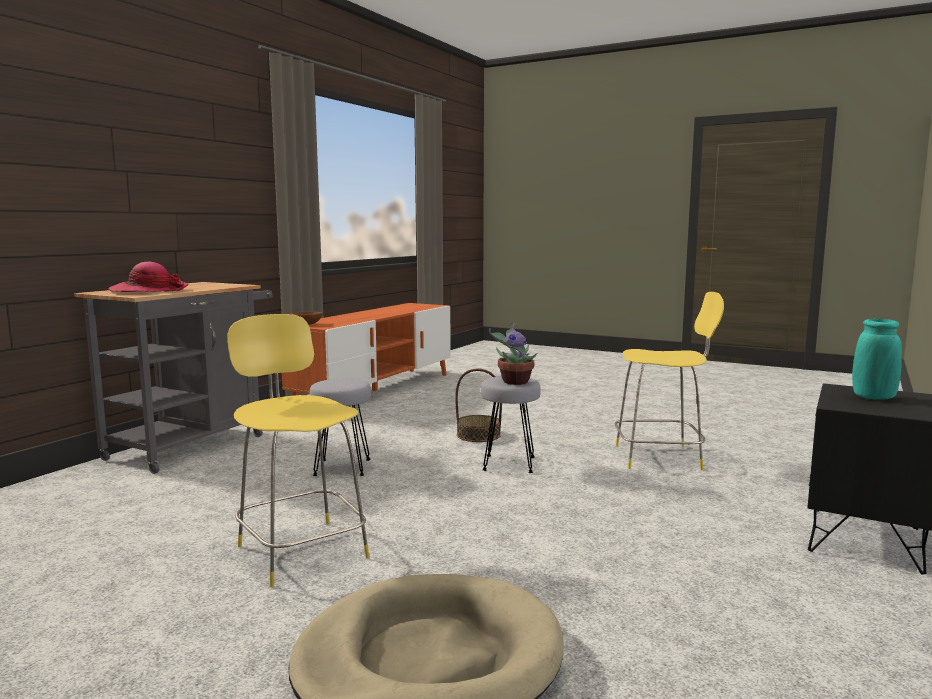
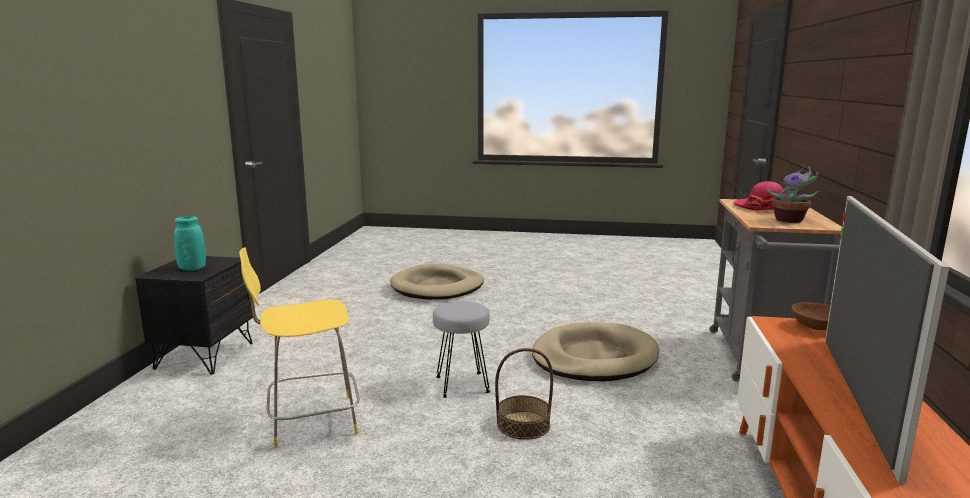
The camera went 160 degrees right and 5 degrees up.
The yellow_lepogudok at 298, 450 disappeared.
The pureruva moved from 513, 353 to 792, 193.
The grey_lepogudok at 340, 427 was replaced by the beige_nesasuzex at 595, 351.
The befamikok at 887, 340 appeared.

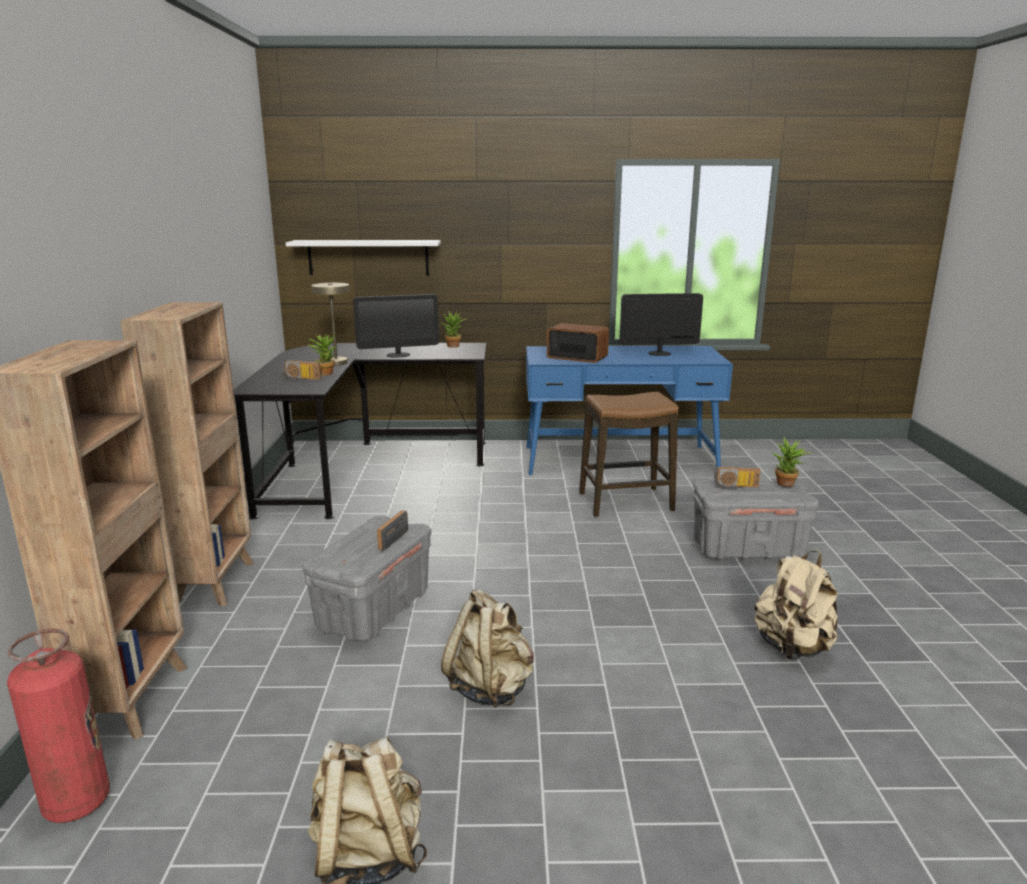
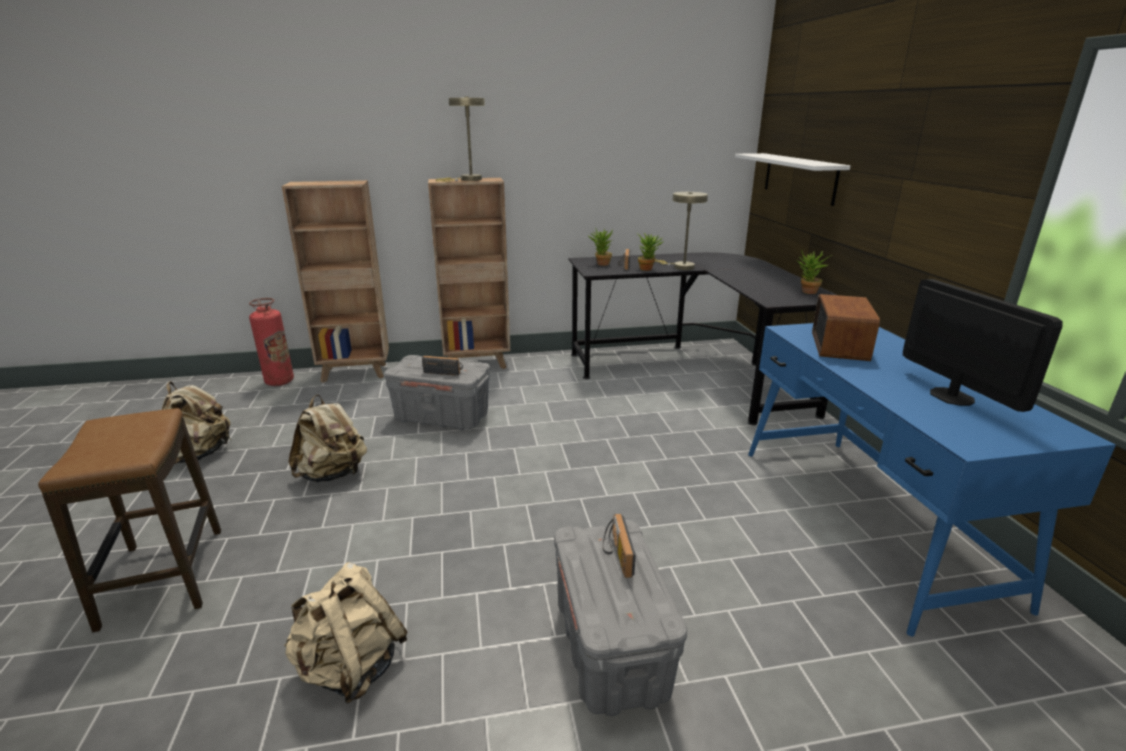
The camera went 80 degrees right and 5 degrees up.
The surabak at 396, 326 disappeared.
The lepogudok moved from 629, 454 to 129, 520.
The pureruva moved from 792, 462 to 600, 247.
The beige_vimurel at 460, 139 appeared.

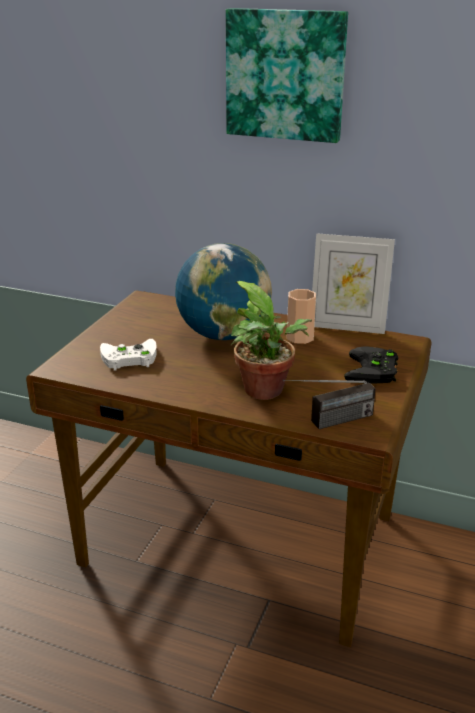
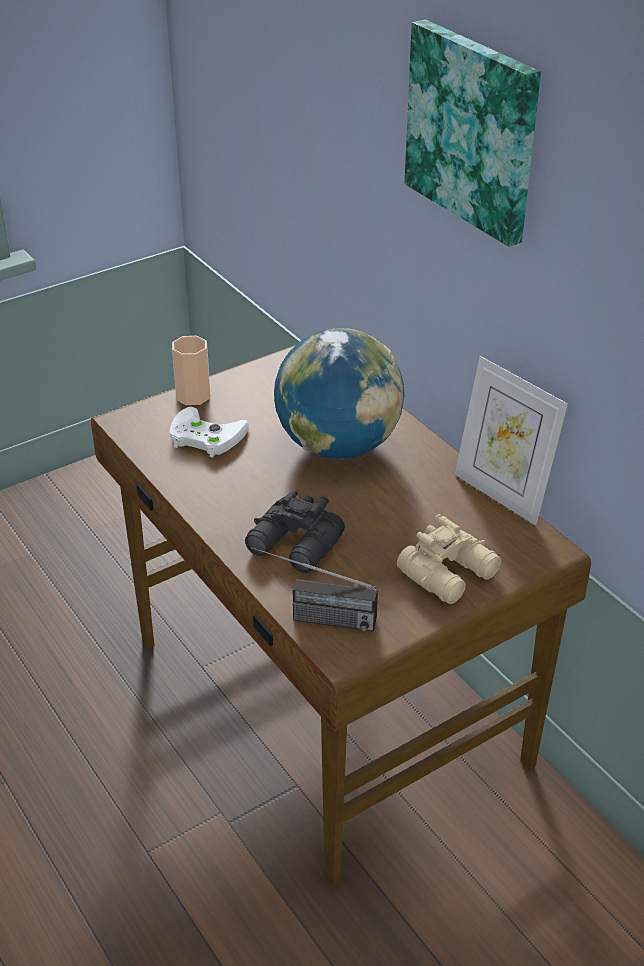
The camera went 35 degrees right and 10 degrees up.
The pureruva at 271, 340 was replaced by the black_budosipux at 295, 531.
The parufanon moved from 301, 316 to 191, 370.
The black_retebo at 371, 364 was replaced by the beige_budosipux at 449, 559.

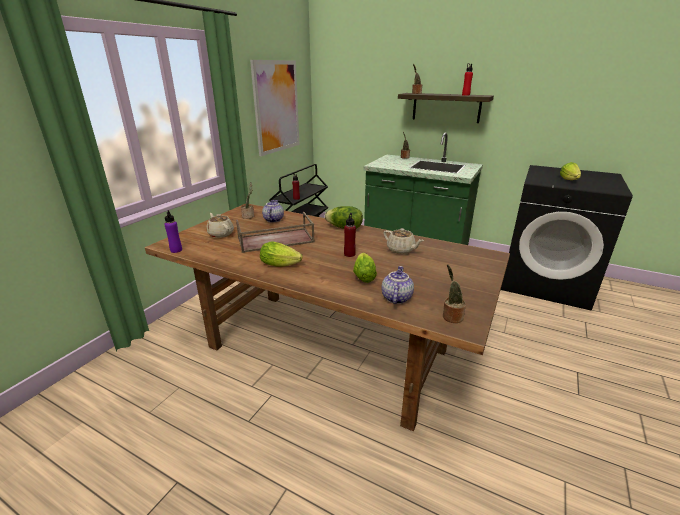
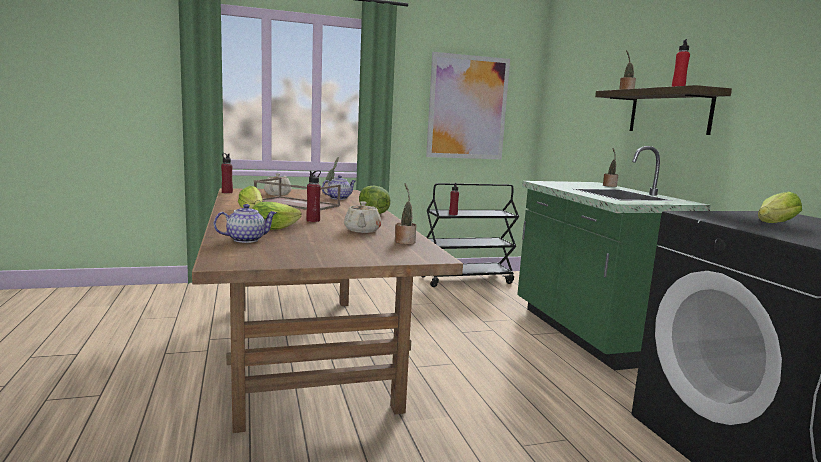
The camera went 45 degrees right and 15 degrees down.
The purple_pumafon at 173, 231 became the red_pumafon at 227, 173.
The pureruva moved from 454, 293 to 405, 213.

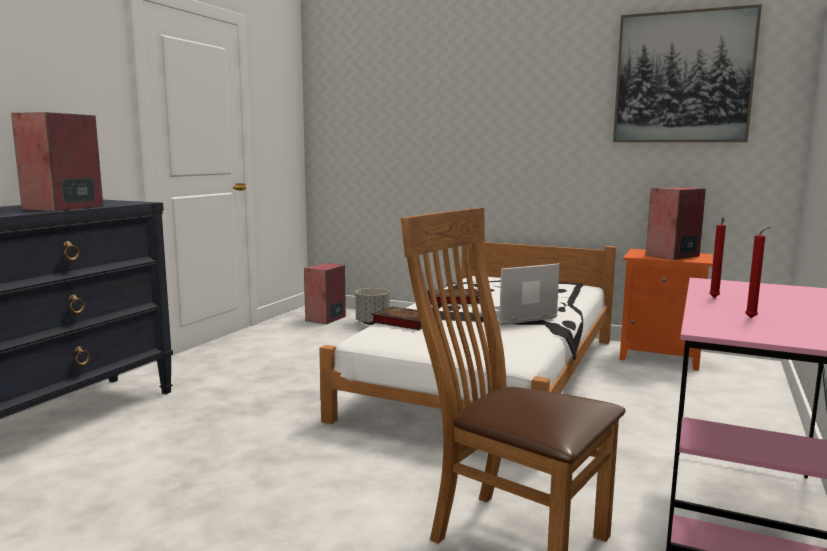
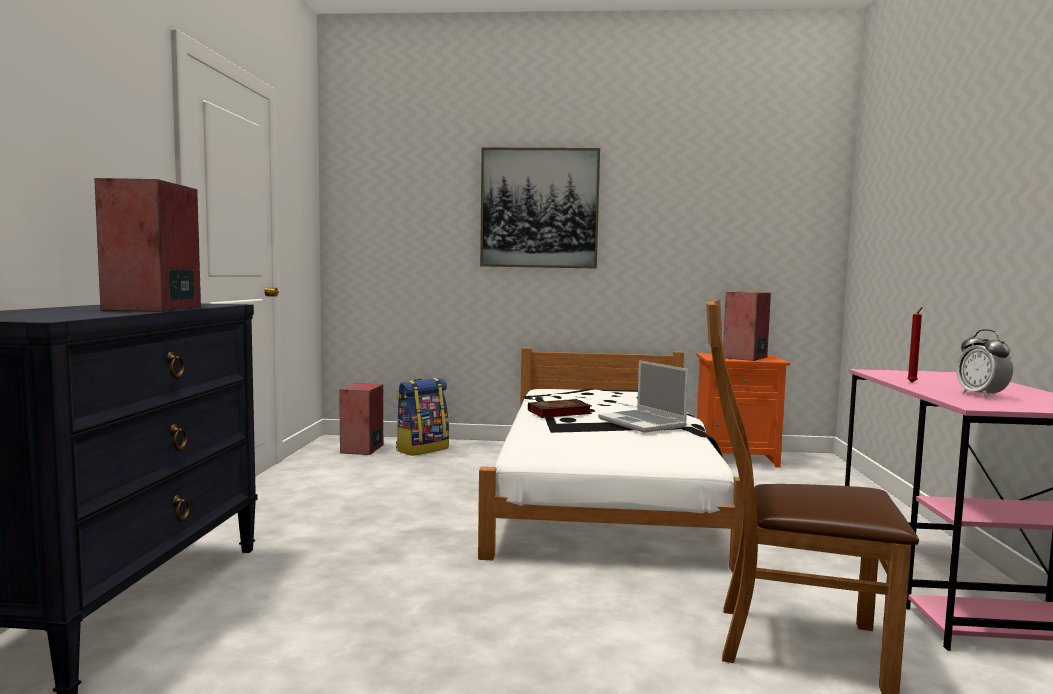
The camera went 20 degrees left and 5 degrees down.
The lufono moved from 687, 73 to 540, 208.
The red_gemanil at 758, 272 was replaced by the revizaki at 984, 363.
The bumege at 516, 294 turned 75 degrees counterclockwise.
The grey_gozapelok at 372, 306 was replaced by the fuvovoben at 422, 417.
The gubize at 403, 318 disappeared.

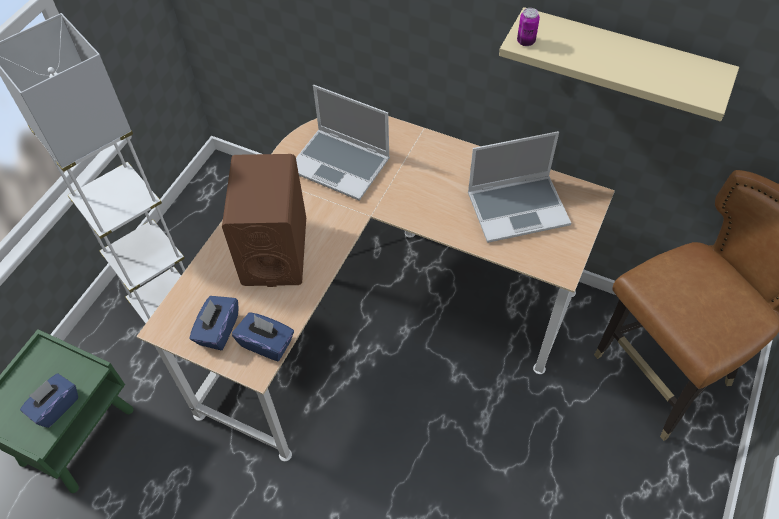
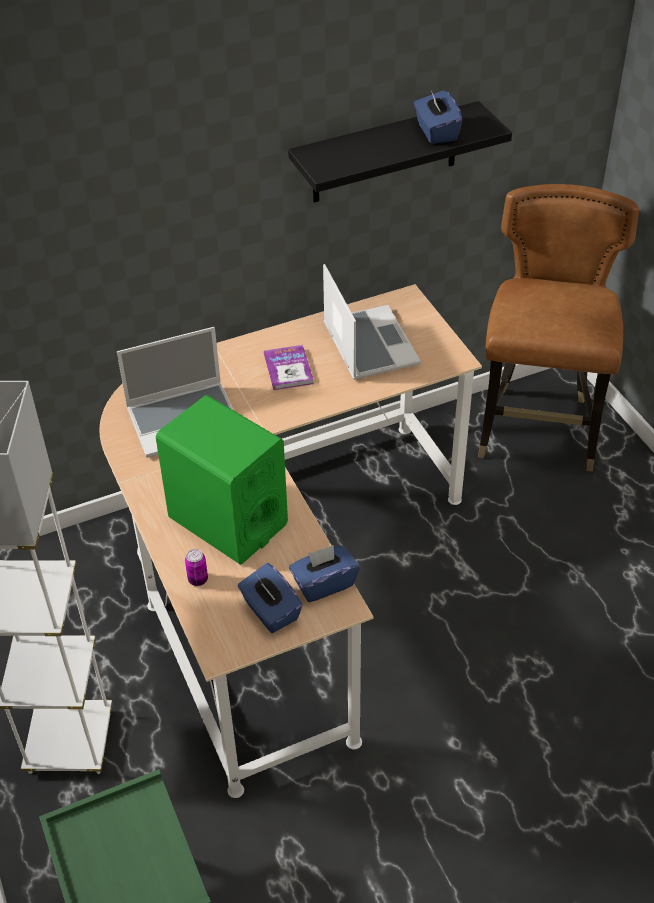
The camera went 50 degrees left and 10 degrees down.
The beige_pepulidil at 619, 64 became the black_pepulidil at 400, 152.
The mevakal moved from 528, 27 to 196, 567.
The bumege at 519, 187 turned 45 degrees counterclockwise.
The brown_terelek at 264, 220 became the green_terelek at 222, 479.
The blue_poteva moved from 49, 400 to 438, 117.
The gubize at 289, 367 appeared.

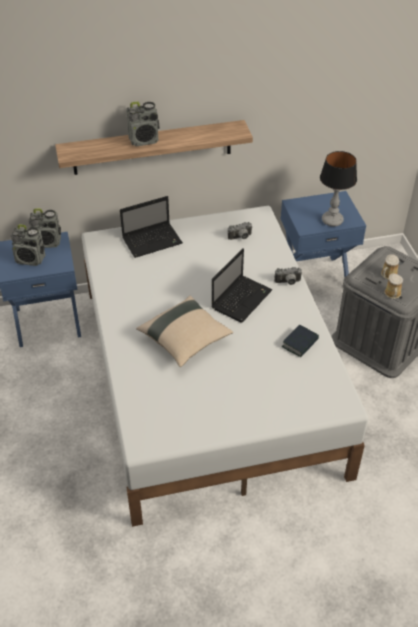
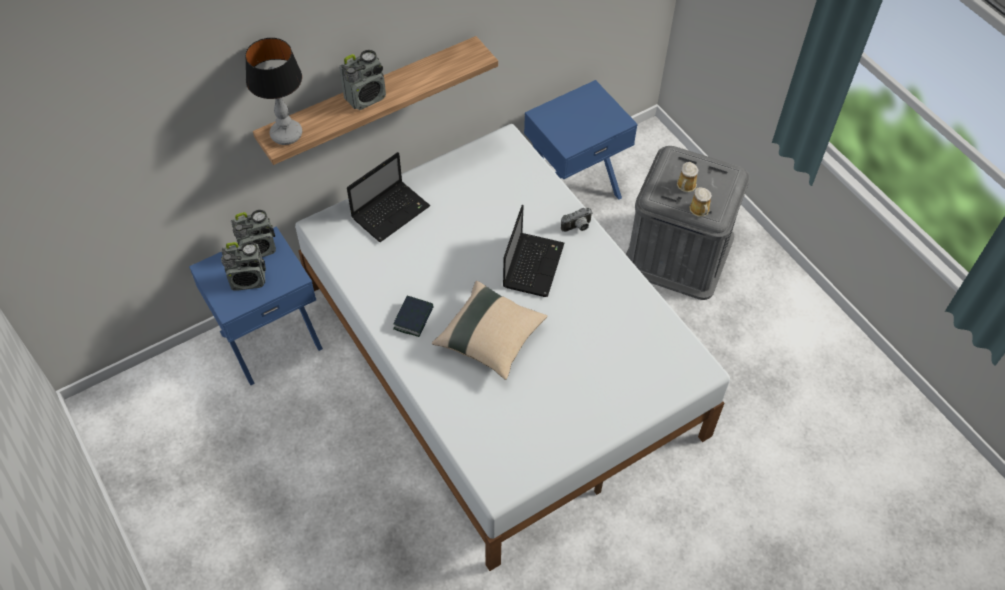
The camera went 20 degrees left and 10 degrees up.
The vimurel moved from 338, 189 to 273, 91.
The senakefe at 240, 231 disappeared.
The gubize moved from 300, 341 to 413, 316.

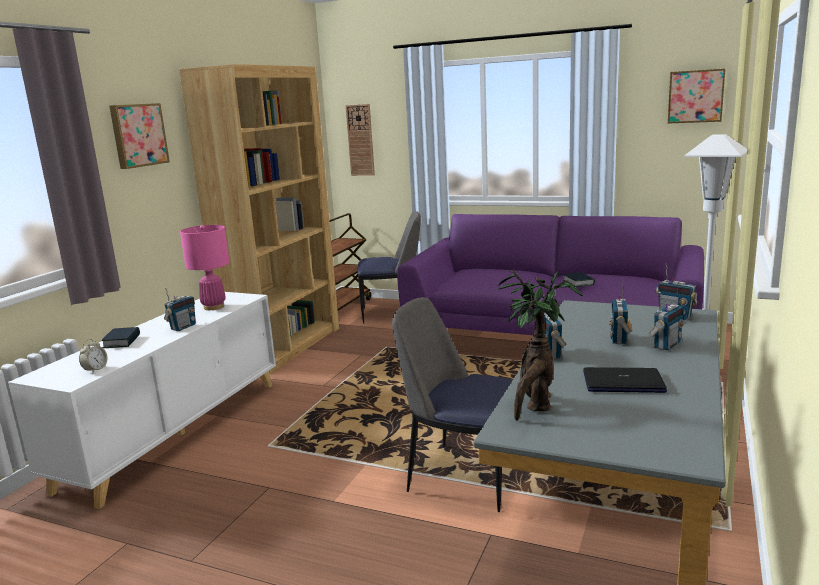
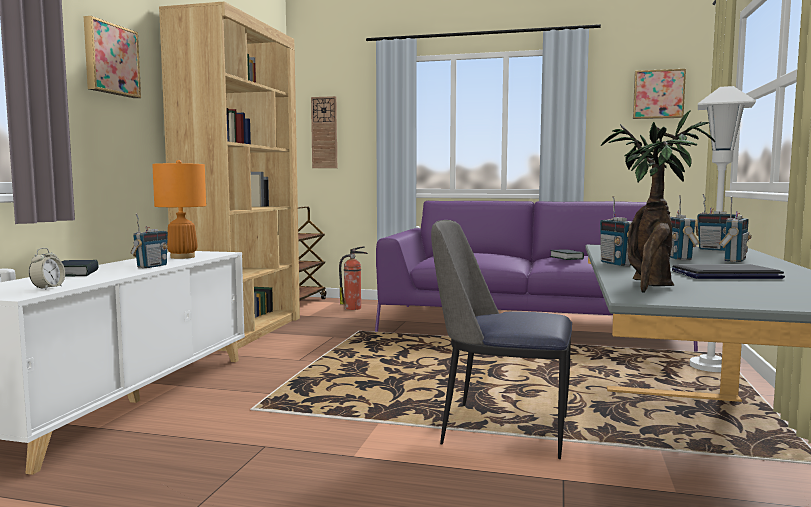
The camera went 10 degrees left and 10 degrees down.
The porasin at 389, 267 was replaced by the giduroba at 353, 278.
The pink_vimurel at 205, 267 became the orange_vimurel at 179, 209.

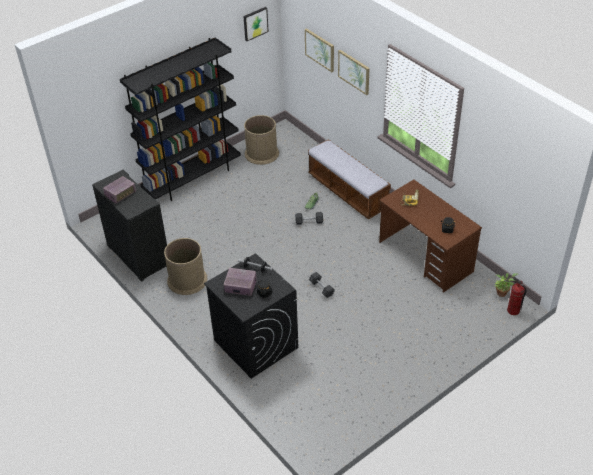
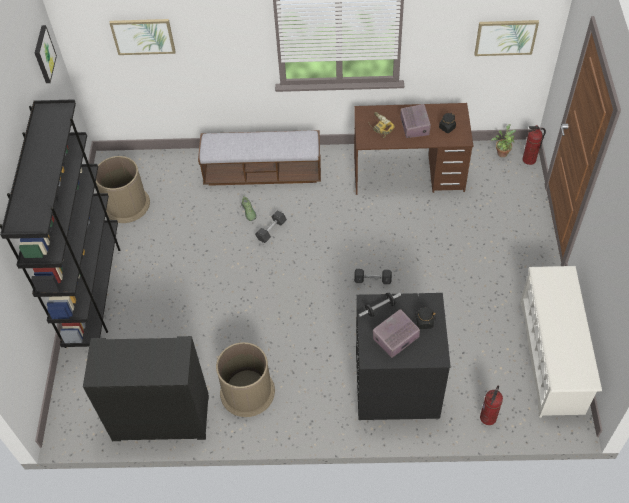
The camera went 50 degrees left and 10 degrees up.
The lufono moved from 354, 72 to 507, 38.
The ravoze moved from 119, 190 to 415, 121.
The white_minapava at 561, 342 appeared.
The giduroba at 491, 405 appeared.

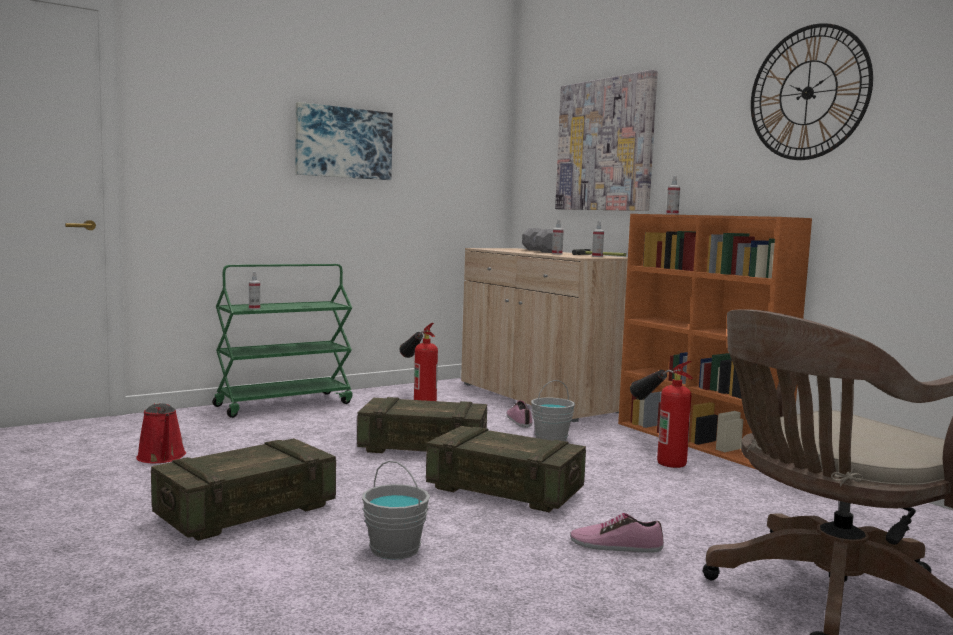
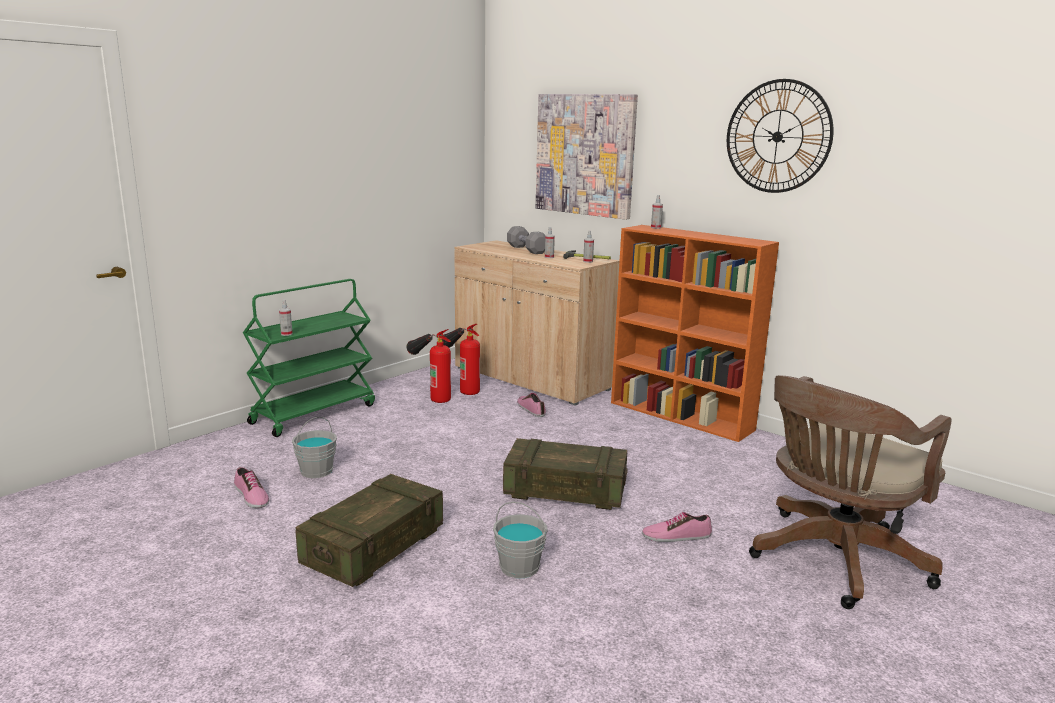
The camera went 15 degrees left and 10 degrees up.
The lufono at 344, 141 disappeared.
The giduroba moved from 661, 414 to 461, 359.
The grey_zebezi moved from 553, 410 to 314, 447.
The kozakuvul at 422, 425 disappeared.
The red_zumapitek at 161, 432 was replaced by the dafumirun at 251, 487.

